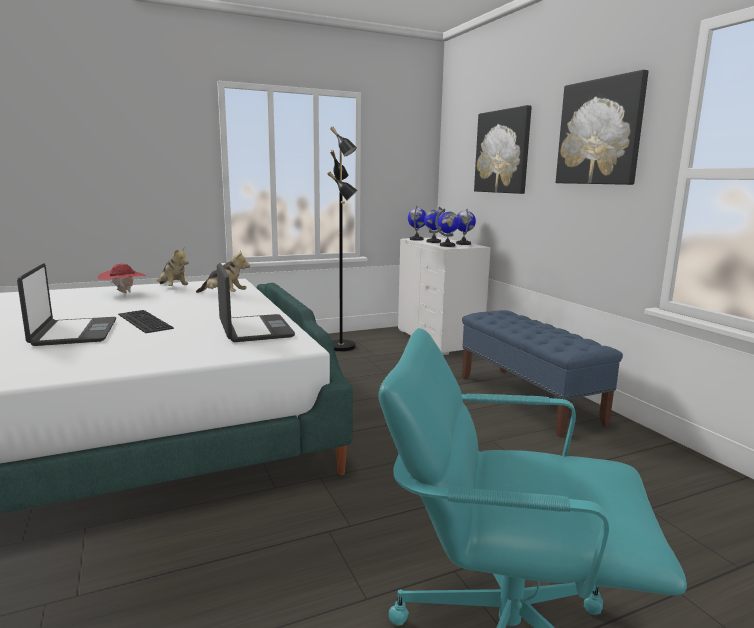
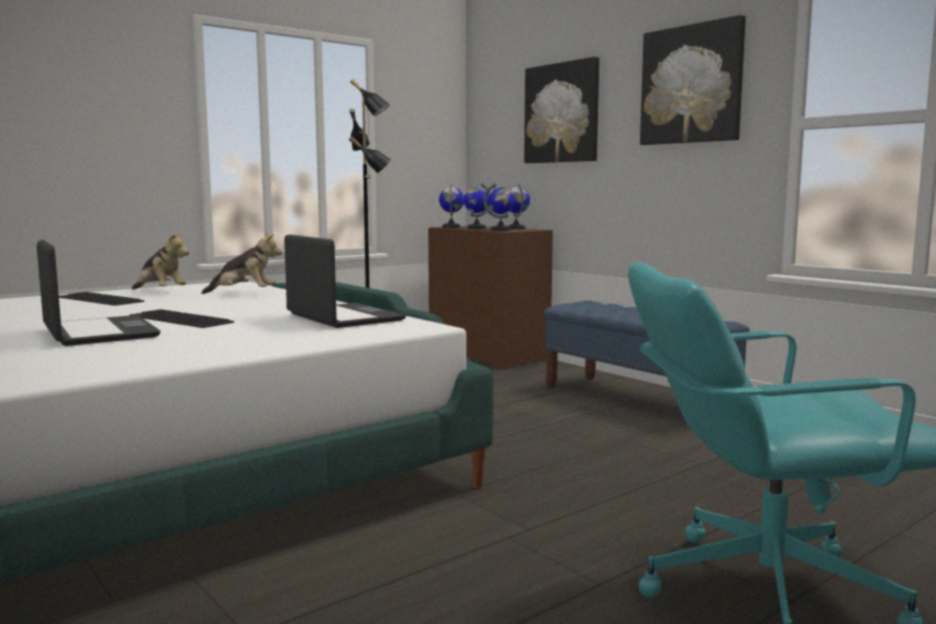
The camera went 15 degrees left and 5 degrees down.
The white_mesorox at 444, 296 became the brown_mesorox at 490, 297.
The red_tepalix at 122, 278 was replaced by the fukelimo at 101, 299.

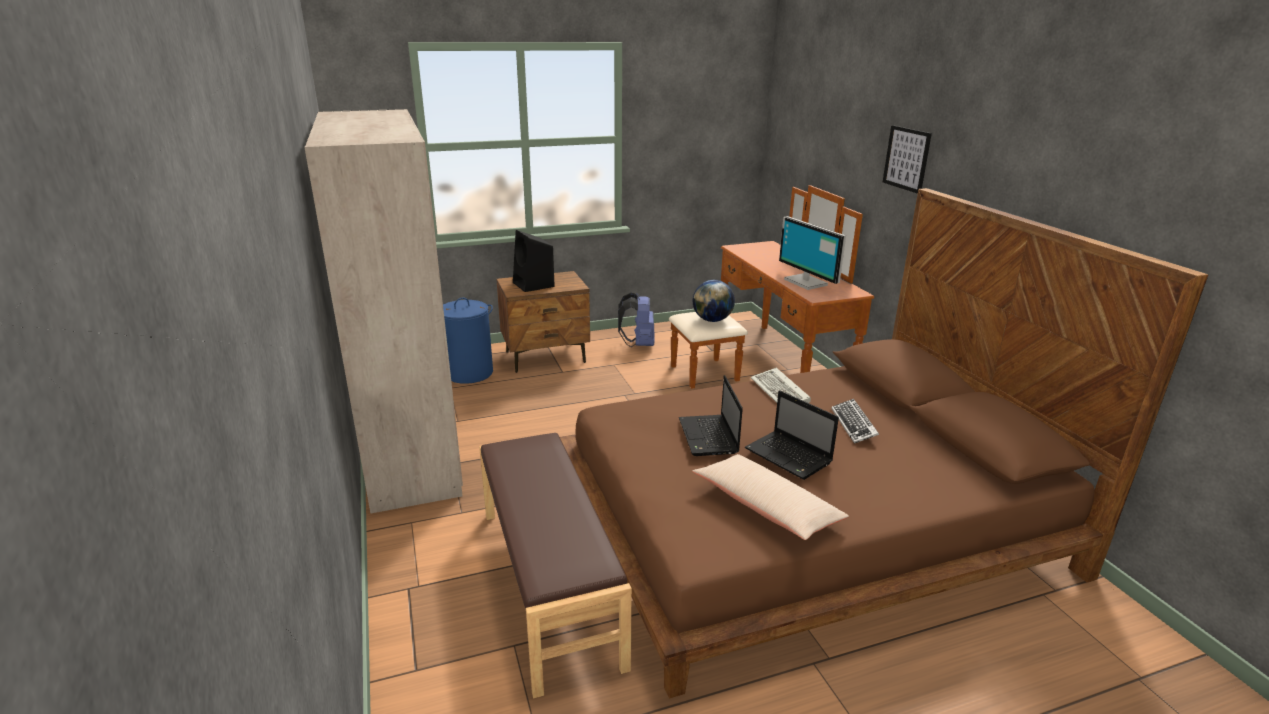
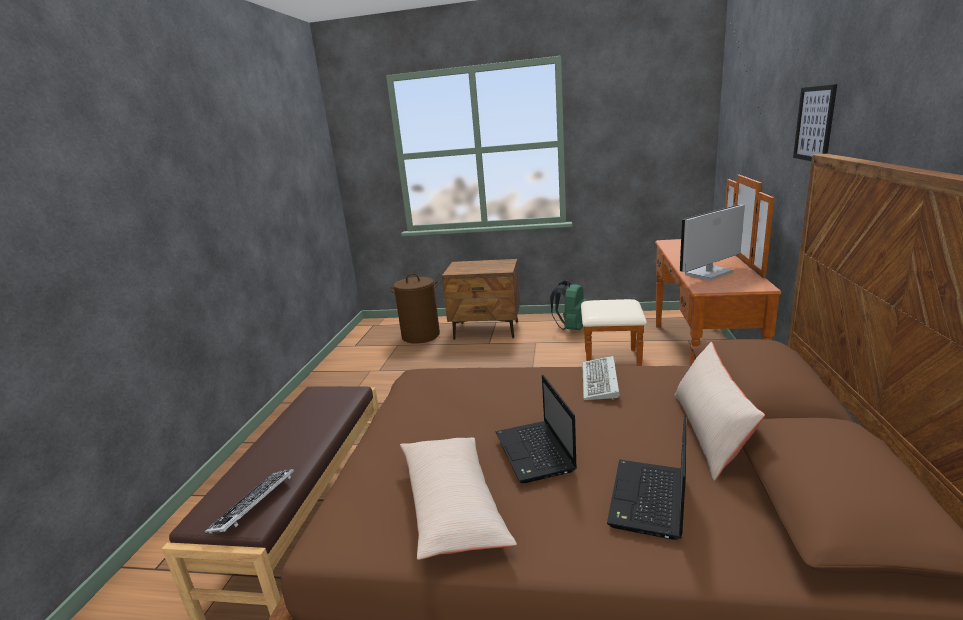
The camera went 30 degrees right and 5 degrees down.
The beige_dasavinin at 383, 311 disappeared.
The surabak at 812, 253 turned 60 degrees clockwise.
The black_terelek at 534, 261 disappeared.
The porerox at 714, 301 disappeared.
The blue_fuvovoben at 636, 320 became the green_fuvovoben at 569, 305.
The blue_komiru at 468, 340 became the brown_komiru at 414, 309.
The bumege moved from 711, 415 to 646, 478.
The fukelimo moved from 855, 421 to 249, 501.
The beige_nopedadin at 719, 411 appeared.

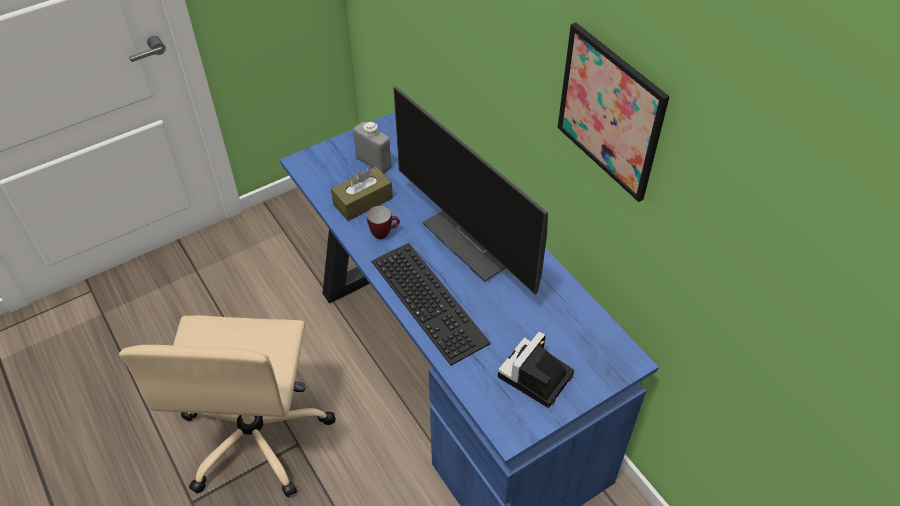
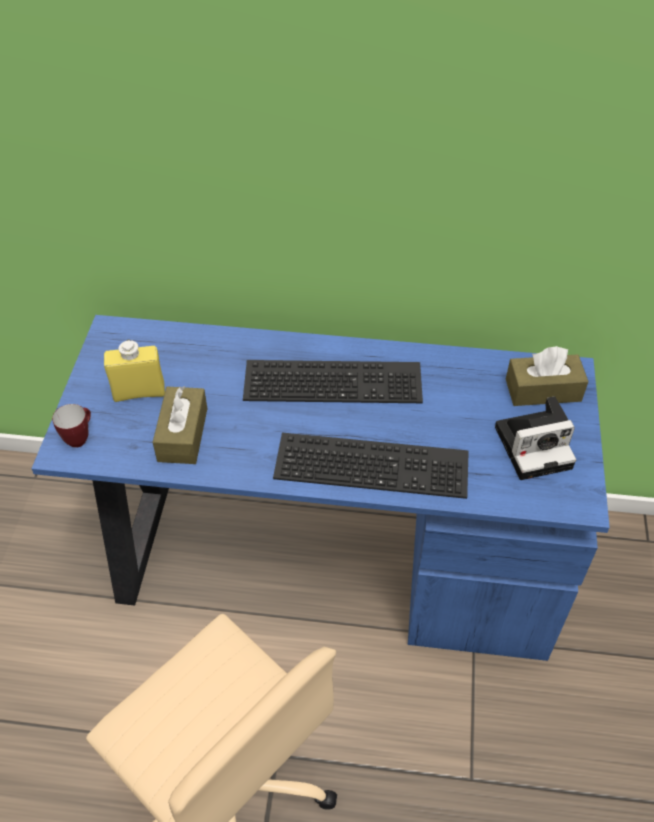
The camera went 50 degrees left and 0 degrees up.
The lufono at 614, 112 disappeared.
The surabak at 470, 190 was replaced by the fukelimo at 333, 381.
The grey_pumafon at 372, 148 became the yellow_pumafon at 134, 370.
The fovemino moved from 383, 222 to 71, 426.
The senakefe at 536, 369 turned 90 degrees counterclockwise.
The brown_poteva at 547, 376 appeared.

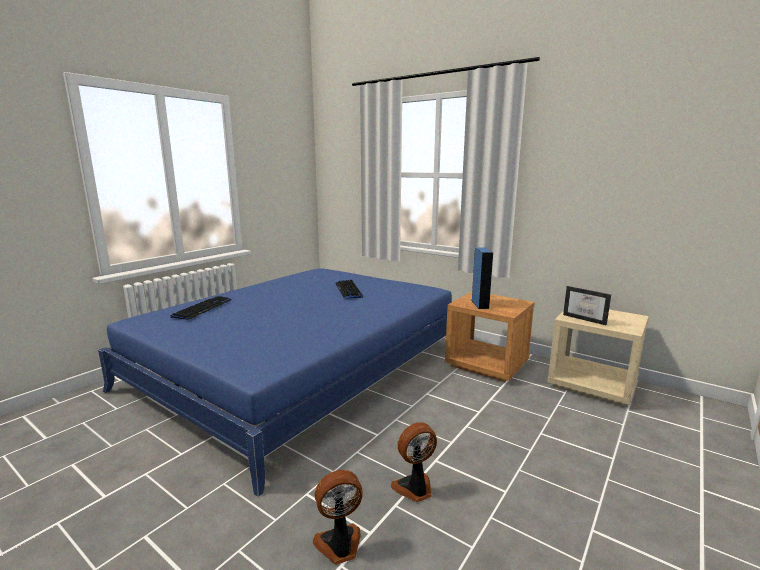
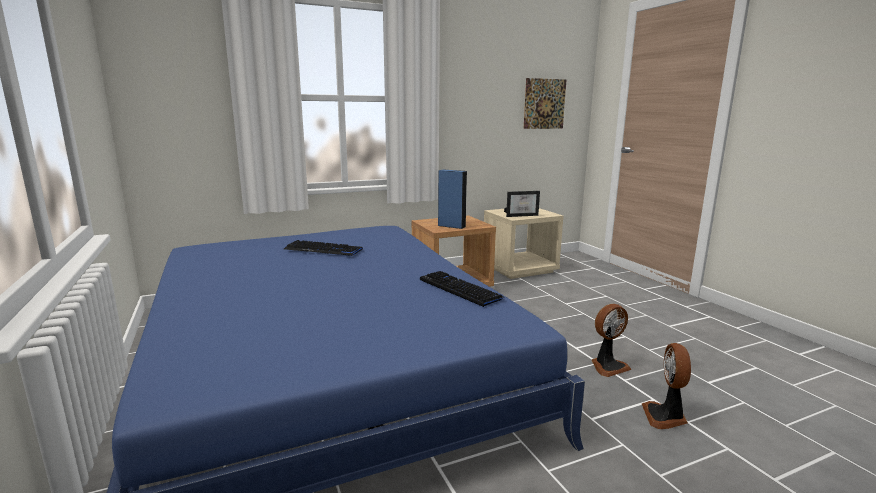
The camera went 60 degrees left and 0 degrees up.
The fukelimo moved from 201, 308 to 463, 289.
The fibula at 414, 462 turned 120 degrees counterclockwise.
The lufono at 544, 103 appeared.

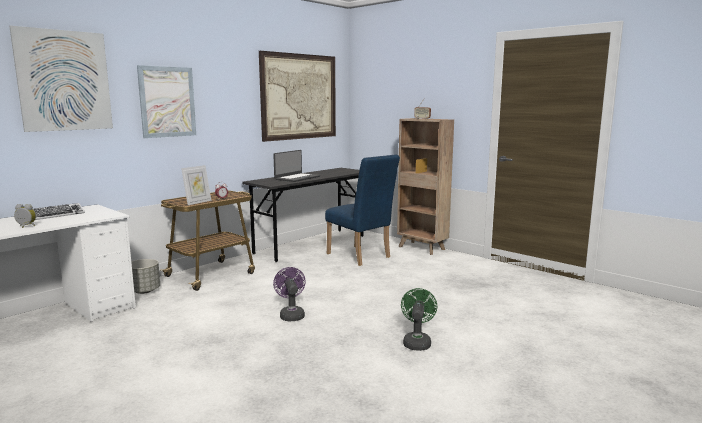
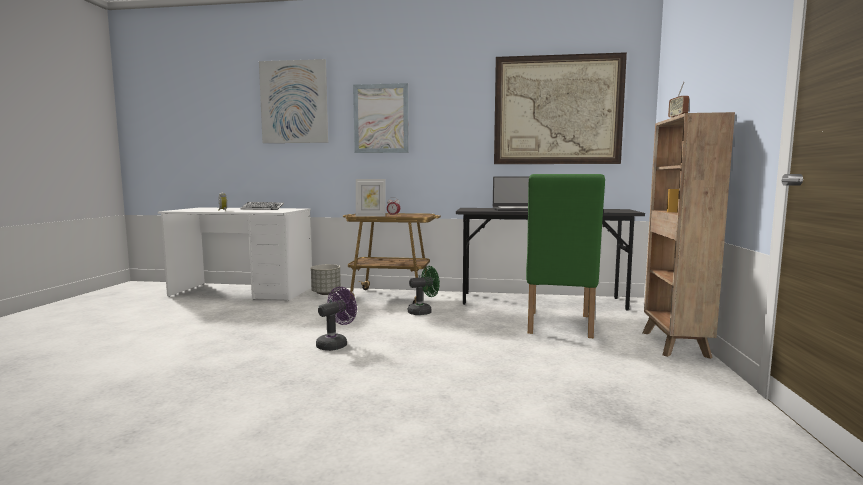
The camera went 55 degrees right and 5 degrees down.
The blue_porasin at 362, 210 became the green_porasin at 565, 256.
The green_fibula moved from 419, 319 to 424, 290.

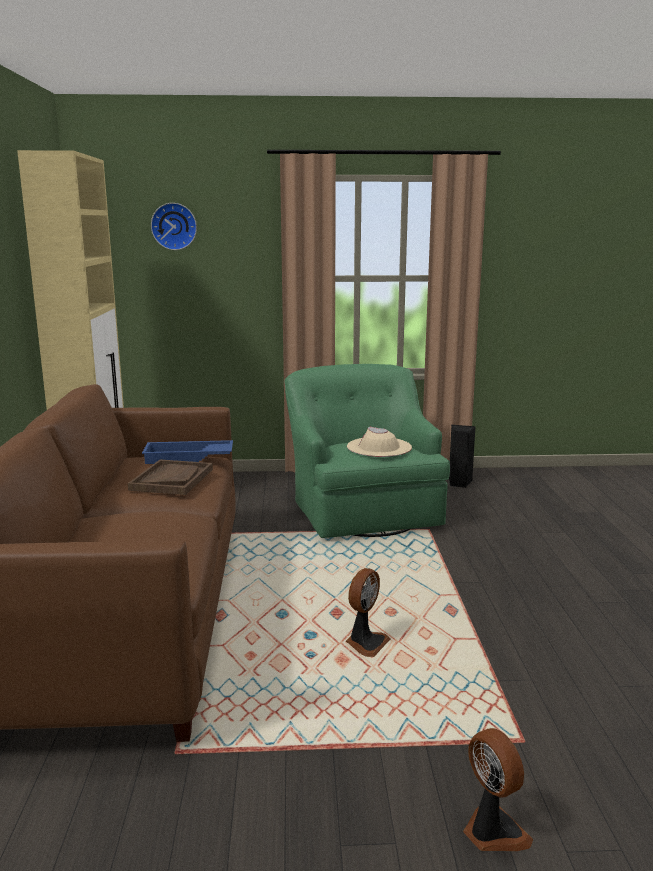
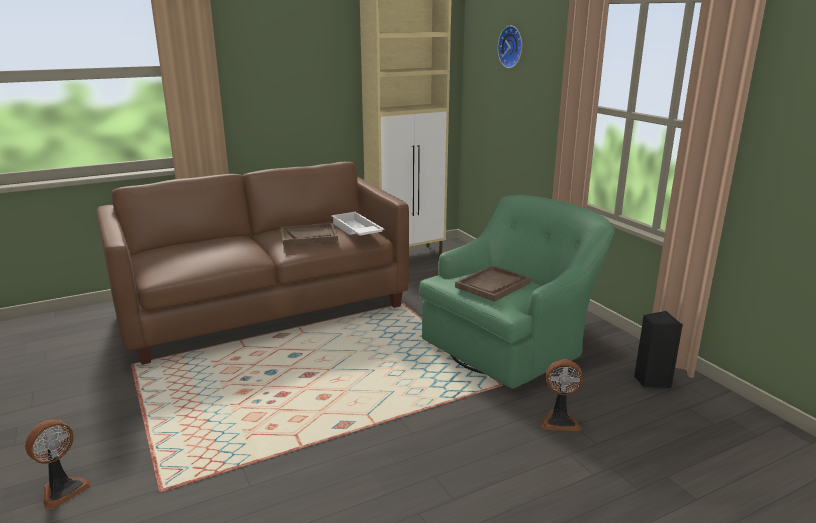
The camera went 65 degrees right and 5 degrees up.
The beige_tepalix at 379, 442 was replaced by the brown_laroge at 493, 283.
The blue_laroge at 187, 452 became the white_laroge at 357, 224.
The fibula moved from 368, 612 to 562, 395.

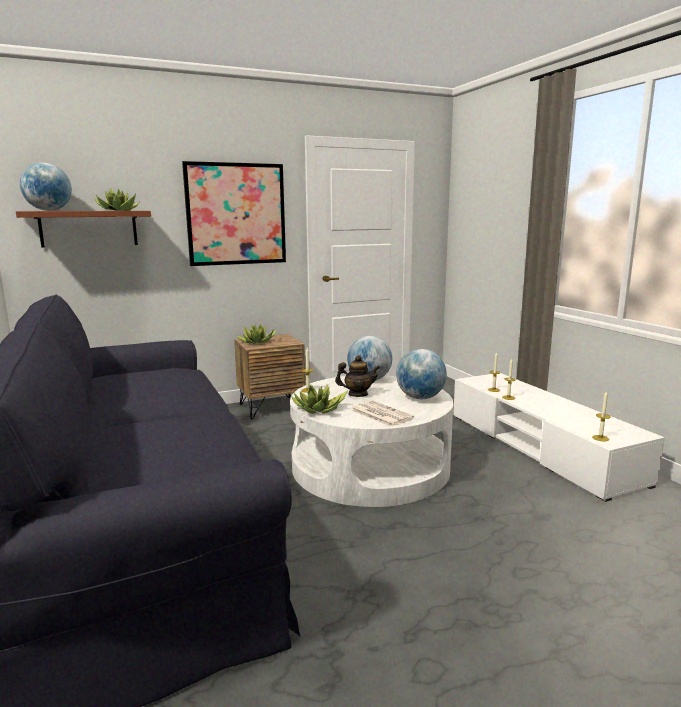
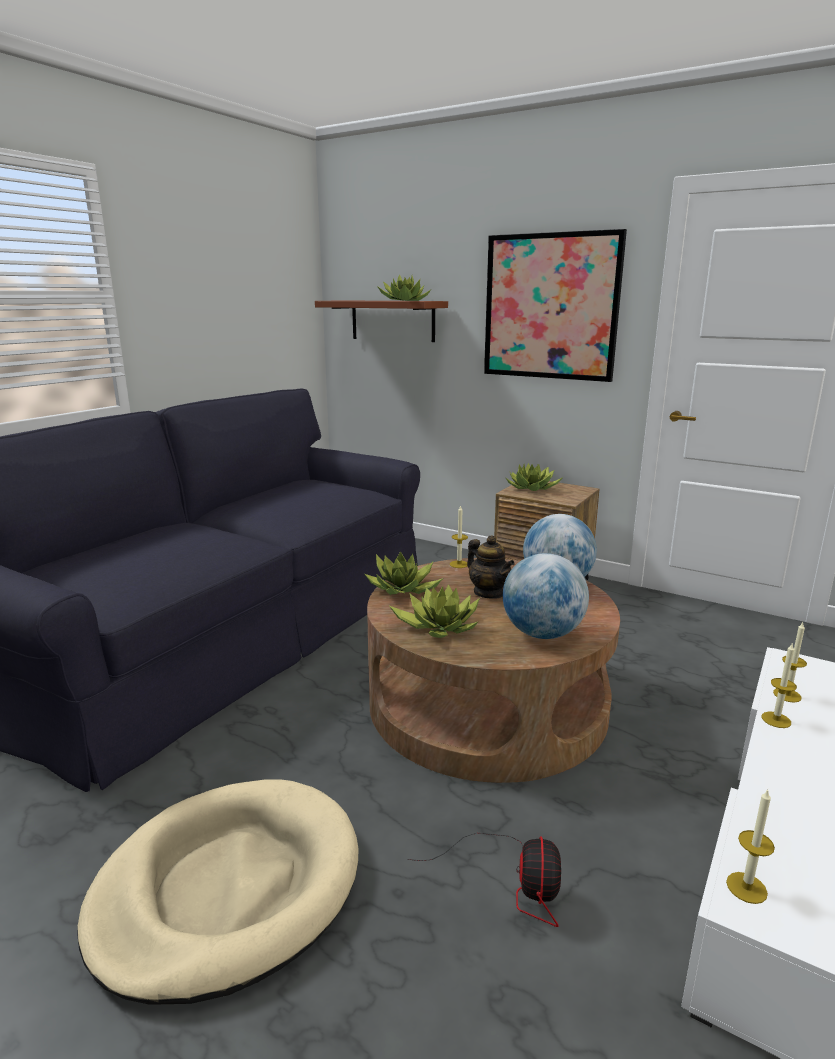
The camera went 55 degrees right and 5 degrees up.
The porerox at 46, 187 disappeared.
The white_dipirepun at 371, 441 became the brown_dipirepun at 493, 670.
The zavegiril at 383, 413 was replaced by the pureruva at 434, 611.
The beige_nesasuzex at 217, 892 appeared.
The fibula at 484, 880 appeared.

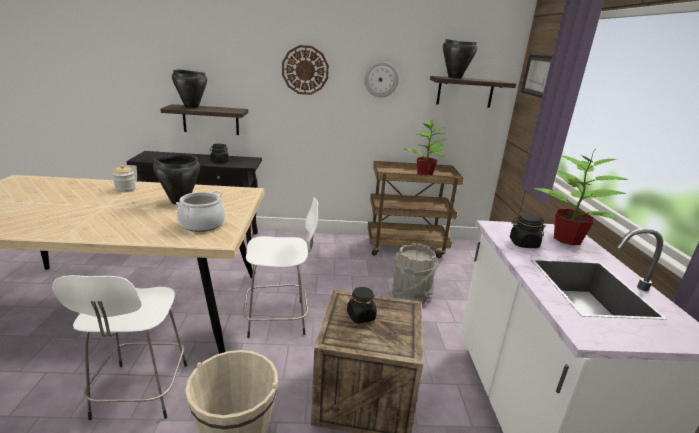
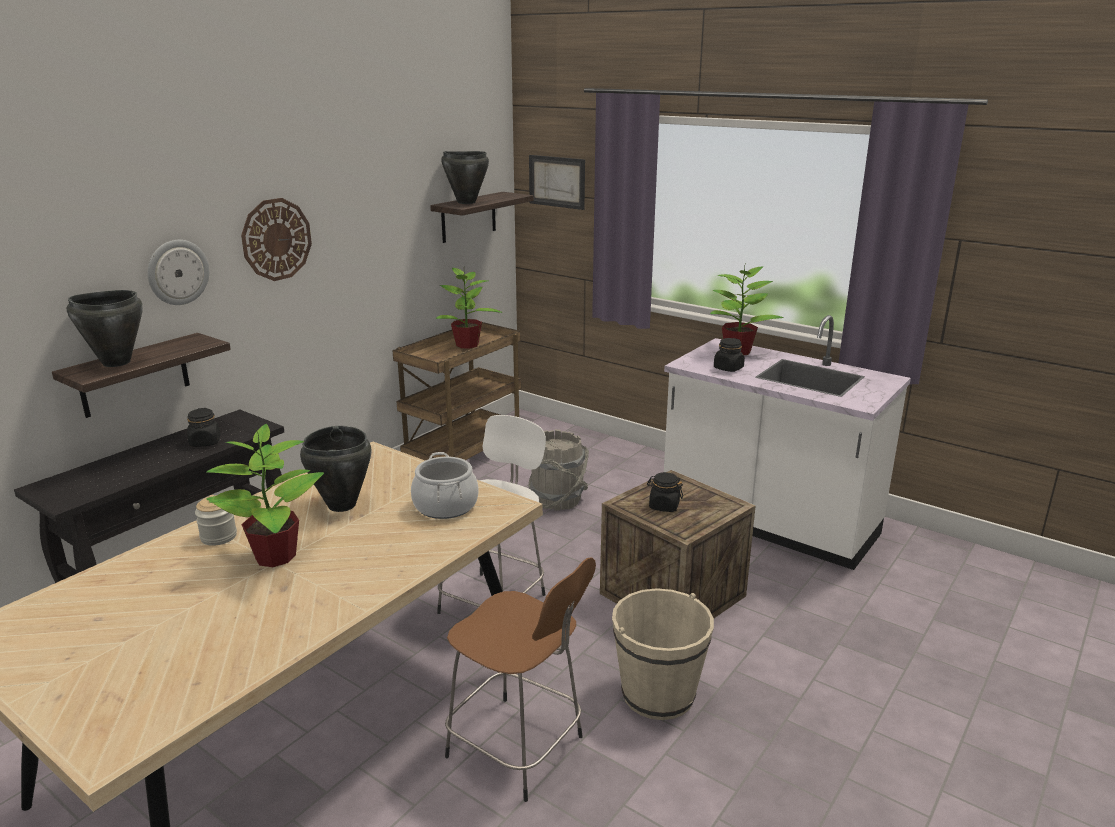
The camera went 50 degrees left and 0 degrees up.
The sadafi moved from 382, 79 to 178, 272.
The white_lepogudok at 119, 347 became the brown_lepogudok at 520, 679.
The pureruva at 265, 495 appeared.

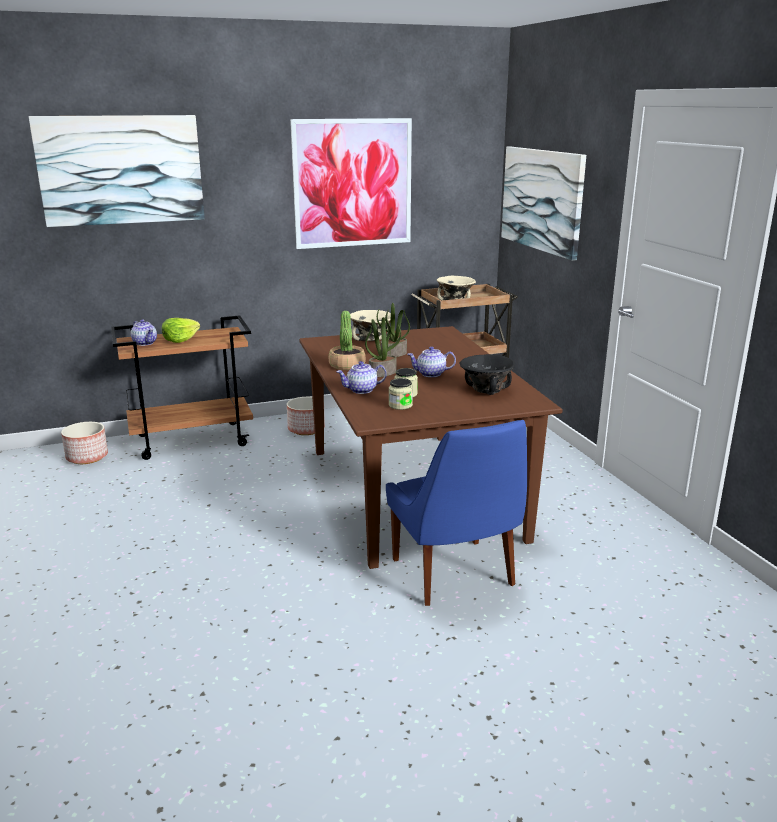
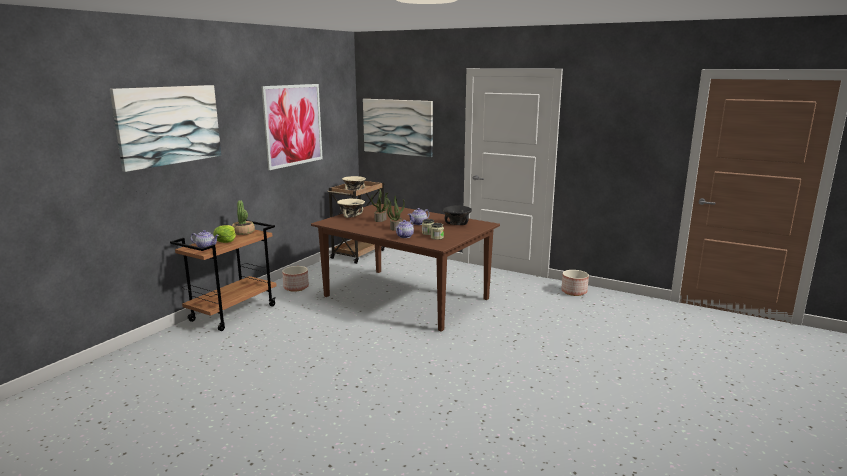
The camera went 40 degrees left and 5 degrees down.
The pureruva moved from 347, 340 to 243, 217.
The blue_porasin at 456, 513 disappeared.
The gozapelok moved from 84, 443 to 575, 283.

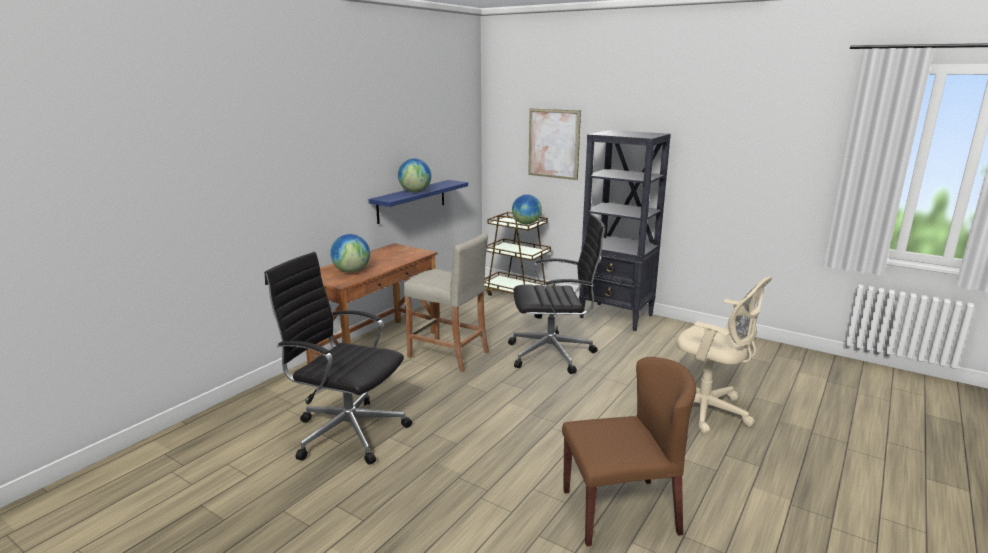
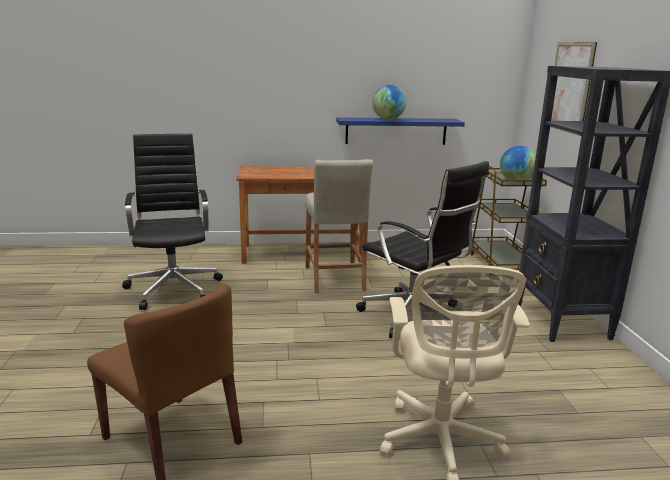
The camera went 50 degrees right and 0 degrees up.
The porerox at 350, 253 disappeared.

